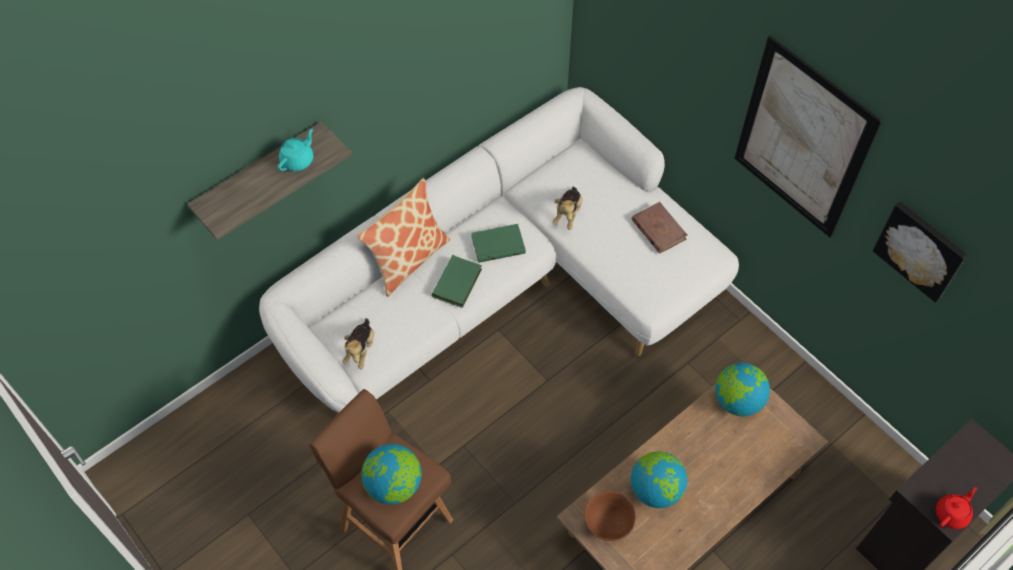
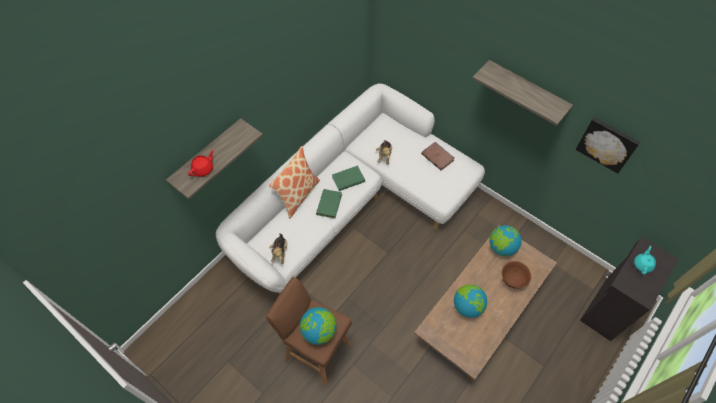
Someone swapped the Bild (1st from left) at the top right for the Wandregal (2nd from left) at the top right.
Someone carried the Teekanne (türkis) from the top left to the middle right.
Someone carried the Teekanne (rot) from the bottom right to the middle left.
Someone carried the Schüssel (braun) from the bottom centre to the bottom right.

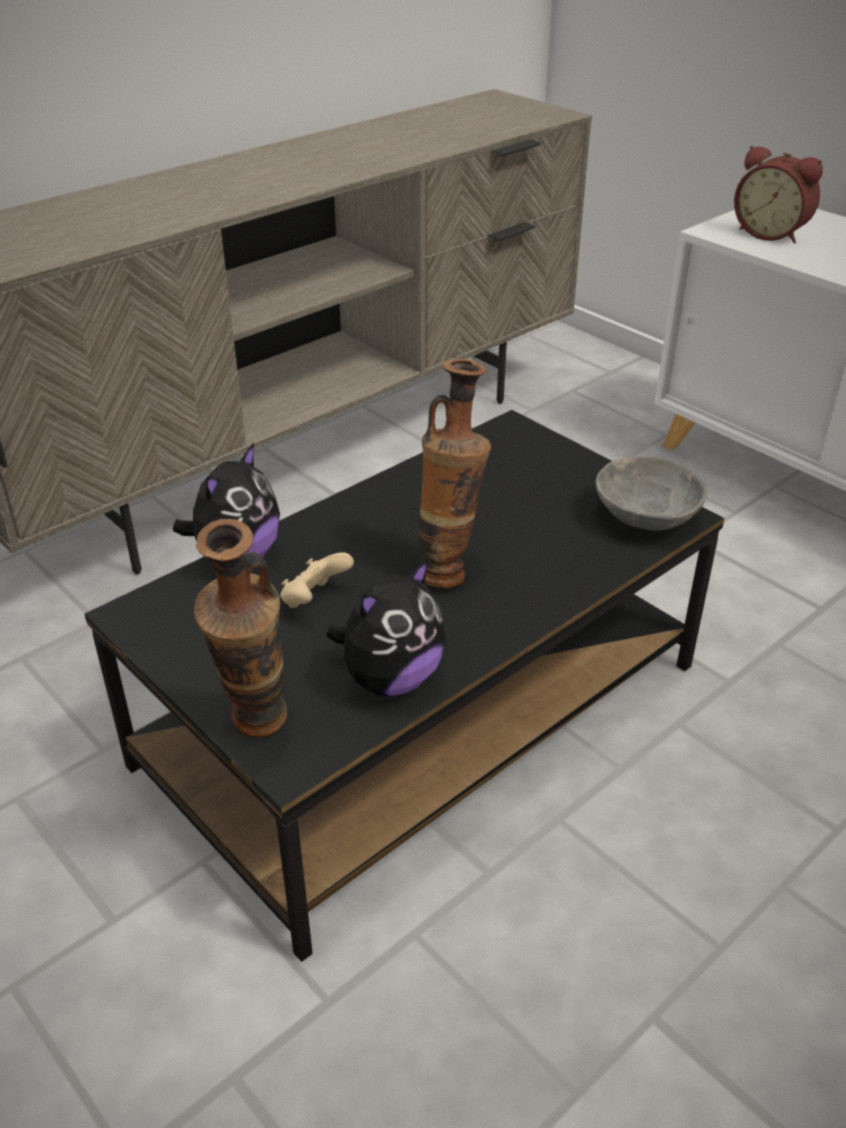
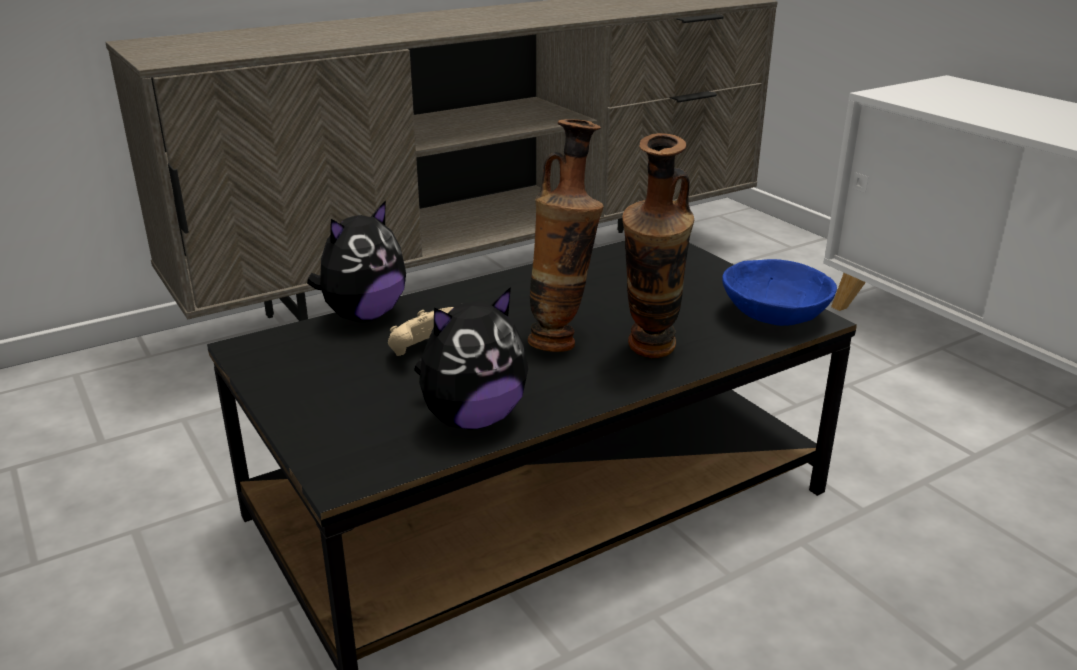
Someone took away the Wecker at the top right.
Someone repainted the Schüssel (grau) at the middle right, which became the Schüssel (blau) at the middle right.
Someone carried the Vase (1st from left in the first image) from the middle left to the centre.

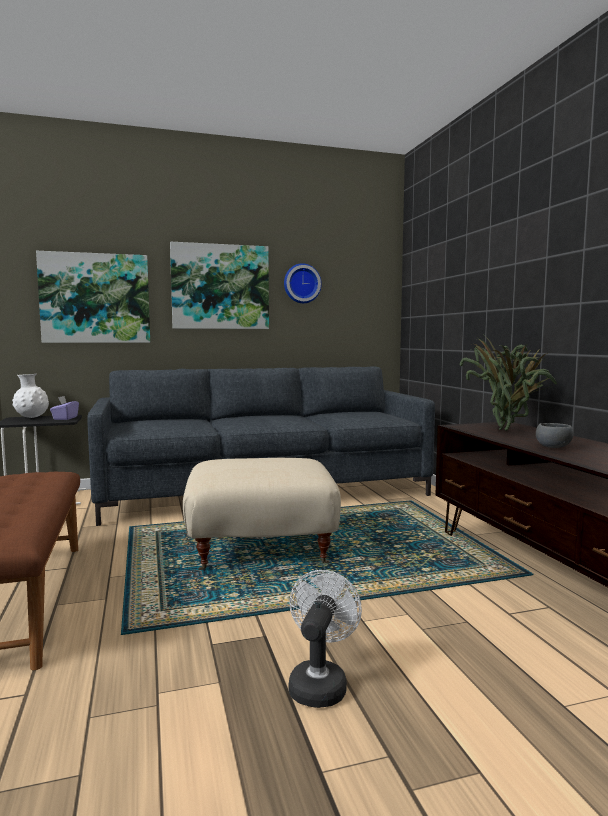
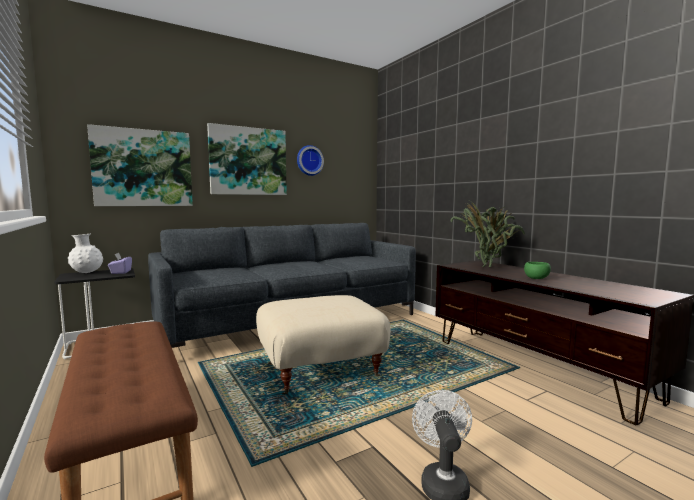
Someone repainted the Schüssel (grau) at the middle right, which became the Schüssel (grün) at the middle right.

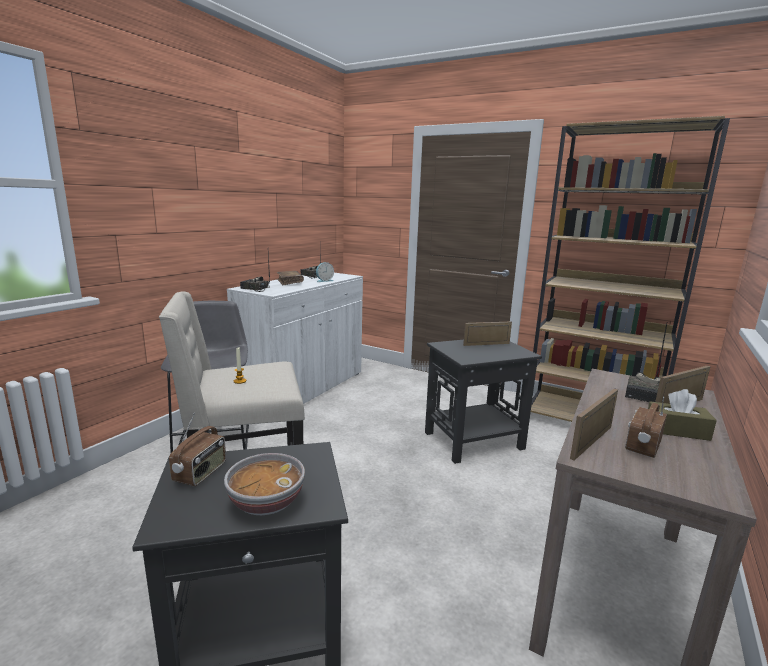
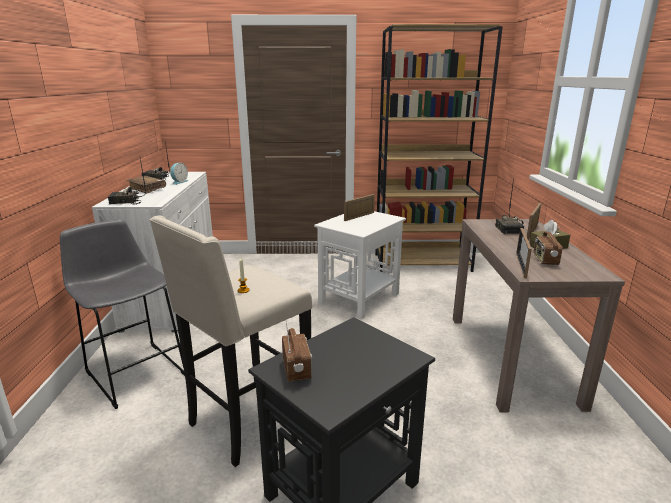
Someone repainted the Beistelltisch (schwarz) (2nd from left) at the centre, which became the Beistelltisch (weiß) at the centre.
Someone took away the Schüssel at the bottom centre.

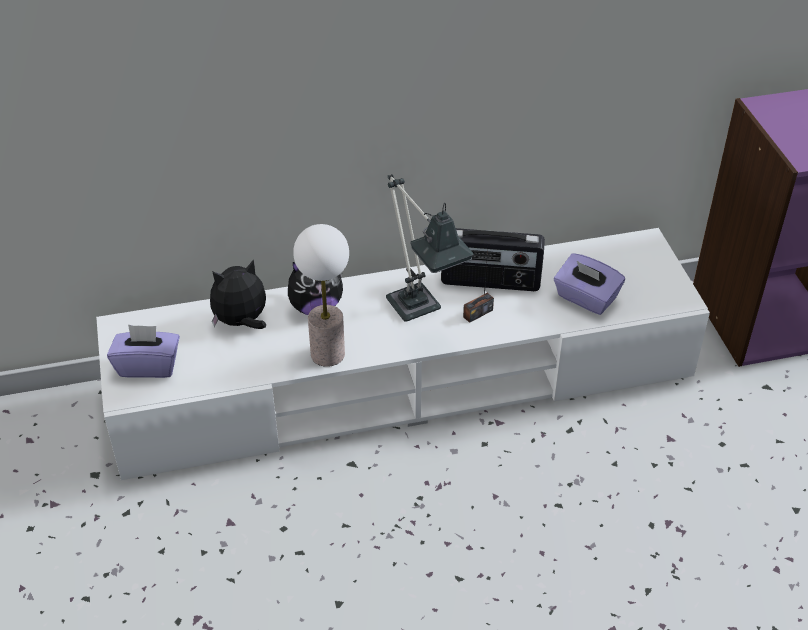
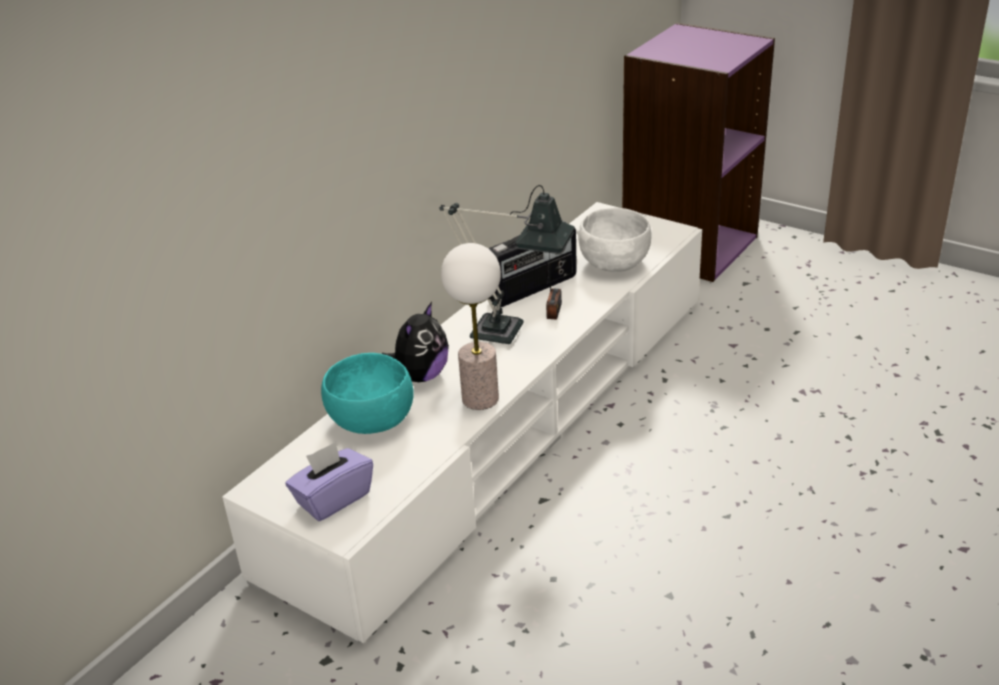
Someone swapped the Taschentuchbox (lila) (2nd from left) at the middle right for the Schüssel (weiß) at the centre.
Someone swapped the Plüschtier (1st from left) at the middle left for the Schüssel (türkis) at the centre.

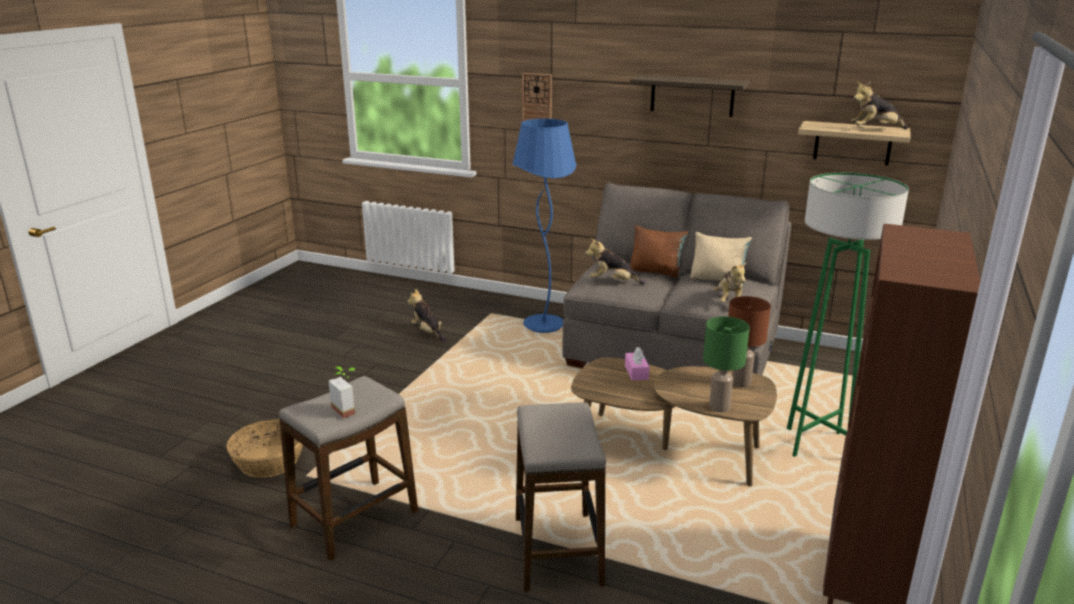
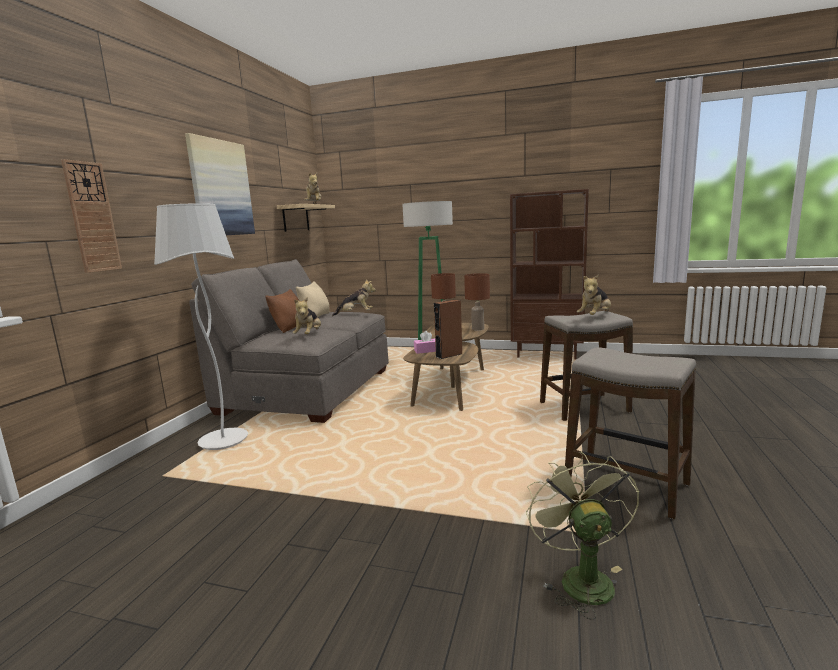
Someone swapped the Wandregal (1st from left) at the top centre for the Bild at the top left.
Someone repainted the Stehlampe (blau) at the centre, which became the Stehlampe (weiß) at the middle left.
Someone carried the Plüschtier (1st from left in the first image) from the centre to the middle right.
Someone repainted the Tischlampe (grün) at the middle right, which became the Tischlampe (braun) (2nd from left) at the centre.
Someone took away the Topfpflanze at the middle left.
Someone swapped the Korb at the bottom left for the Ventilator (grün) at the bottom right.
Someone put down the Lautsprecher (braun) at the centre.

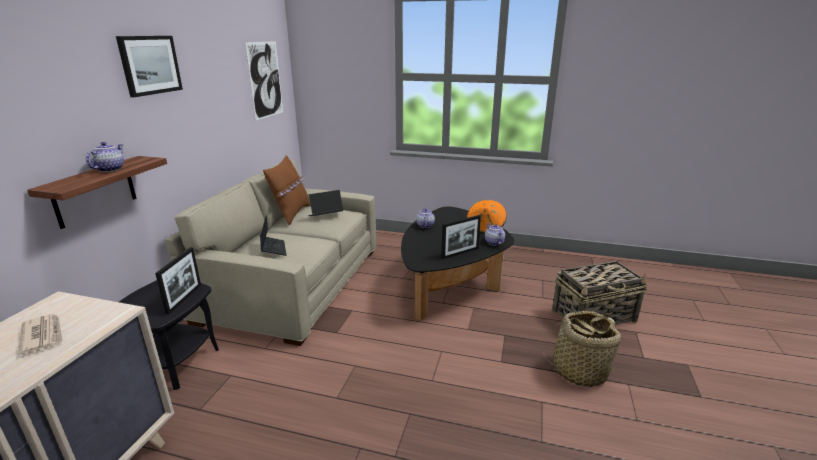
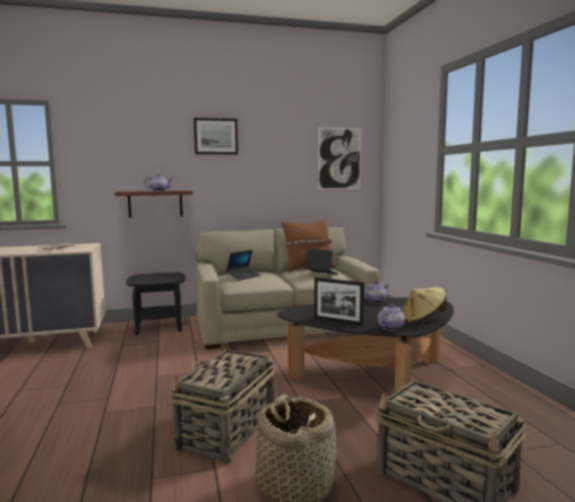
Someone repainted the Hut (orange) at the centre, which became the Hut (beige) at the middle right.
Someone took away the Bilderrahmen (1st from left) at the middle left.
Someone put down the Korb (1st from left) at the bottom centre.

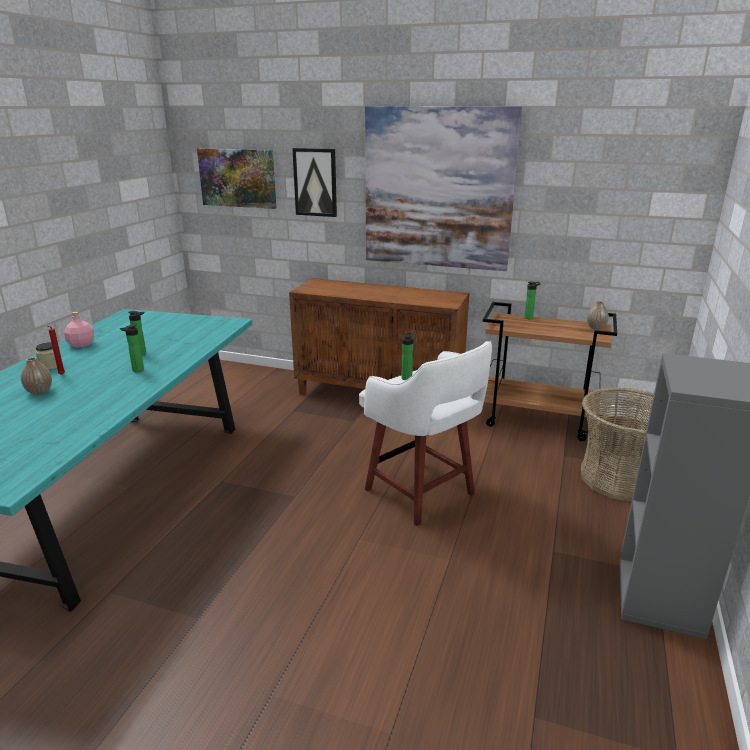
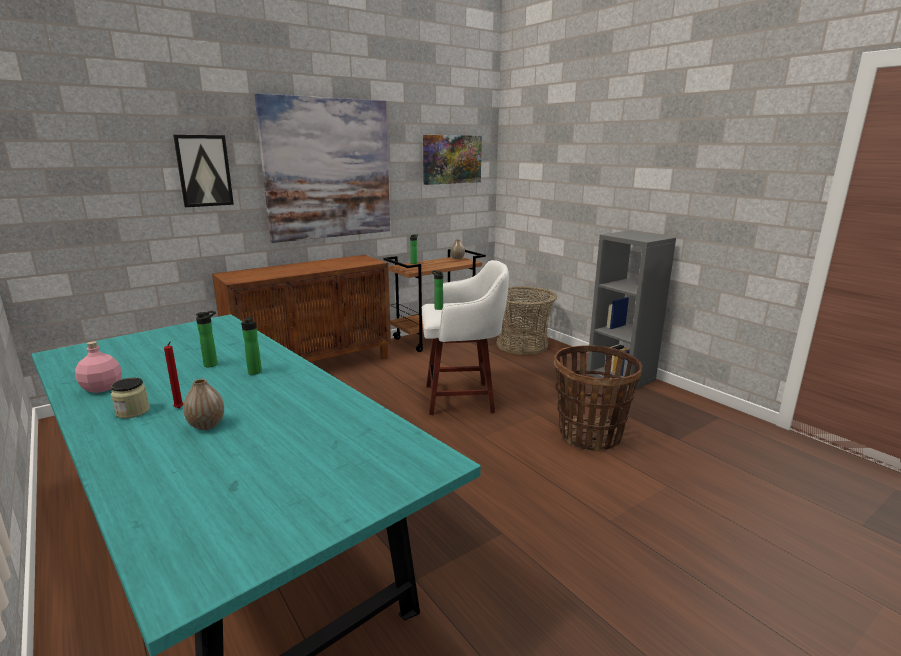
Someone carried the Bild (1st from left in the first image) from the top left to the top centre.
Someone put down the Korb (2nd from left) at the centre.

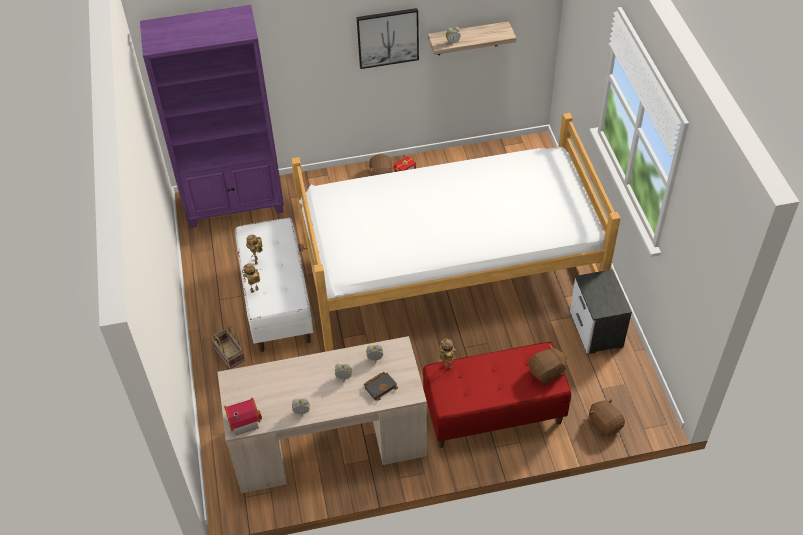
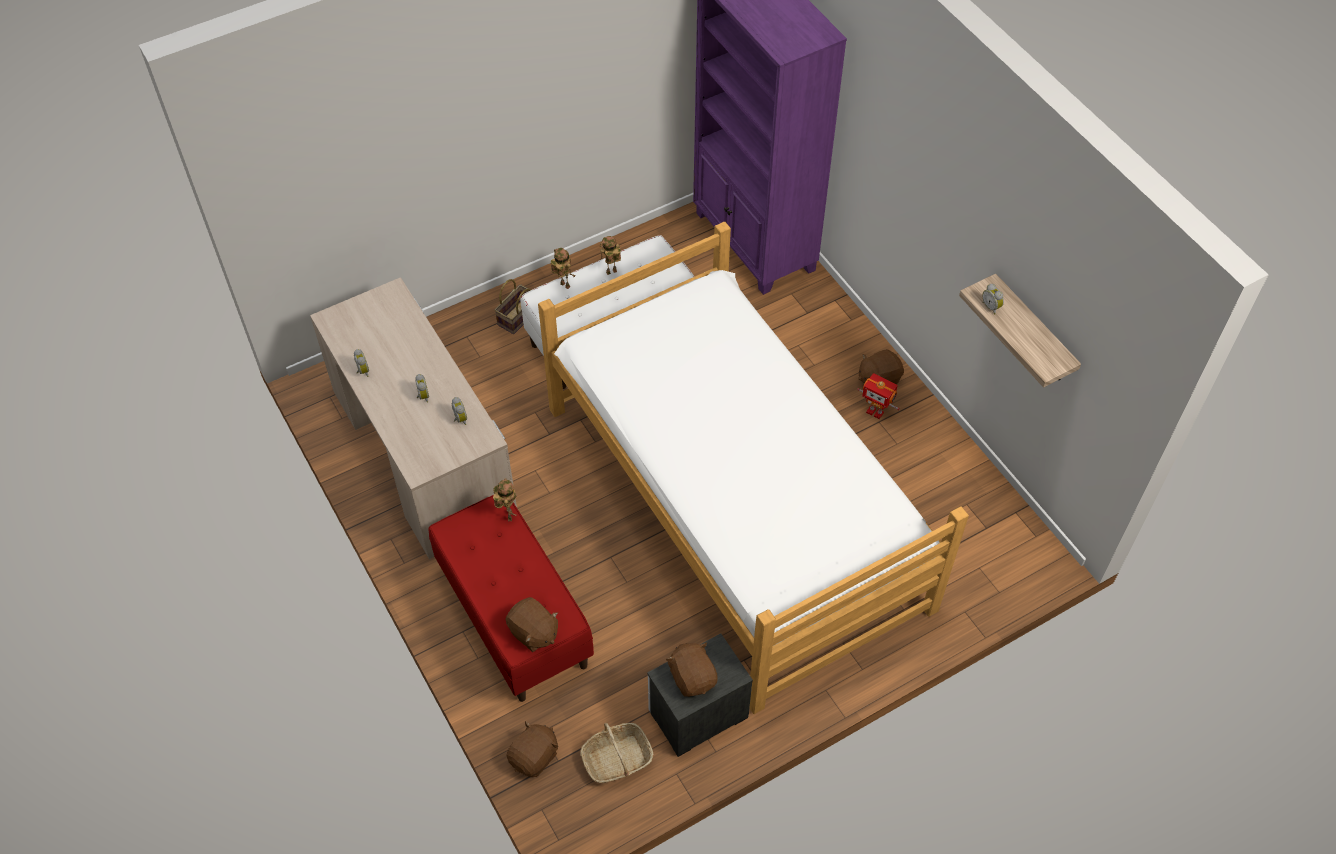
Someone took away the Bild at the top centre.
Someone took away the Buch (schwarz) at the bottom centre.
Someone took away the Spielzeughaus at the bottom left.
Someone put down the Plüschtier (braun) (3rd from left) at the bottom centre.
Someone put down the Korb (2nd from left) at the bottom centre.

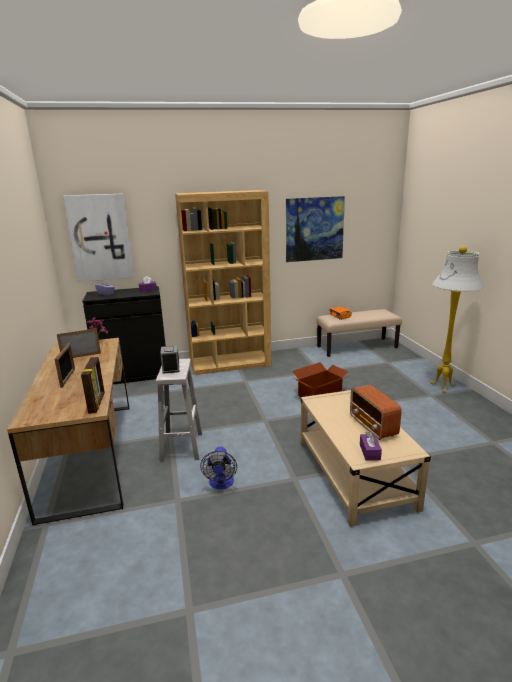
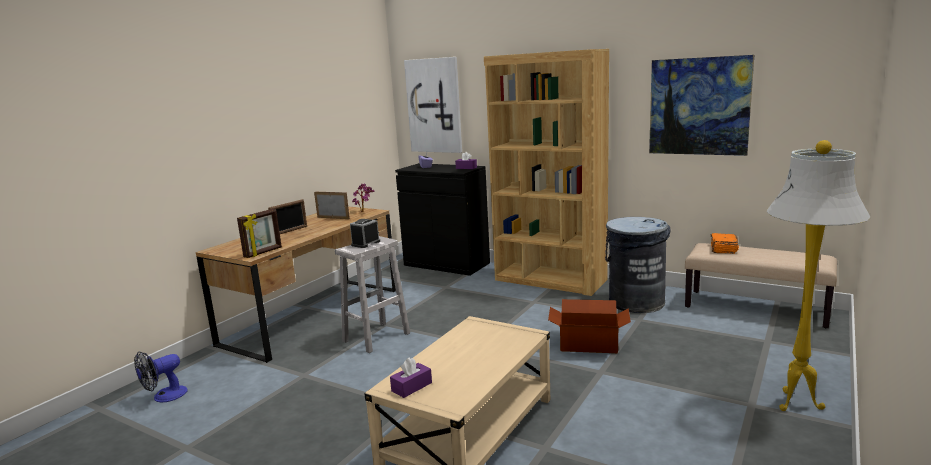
Someone took away the Radio at the middle right.
Someone carried the Ventilator from the bottom centre to the bottom left.
Someone put down the Mülleimer (grau) at the middle right.

